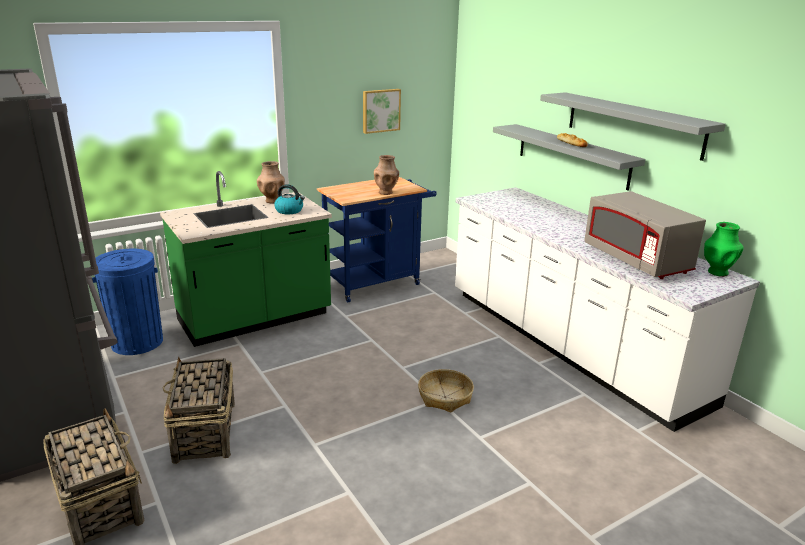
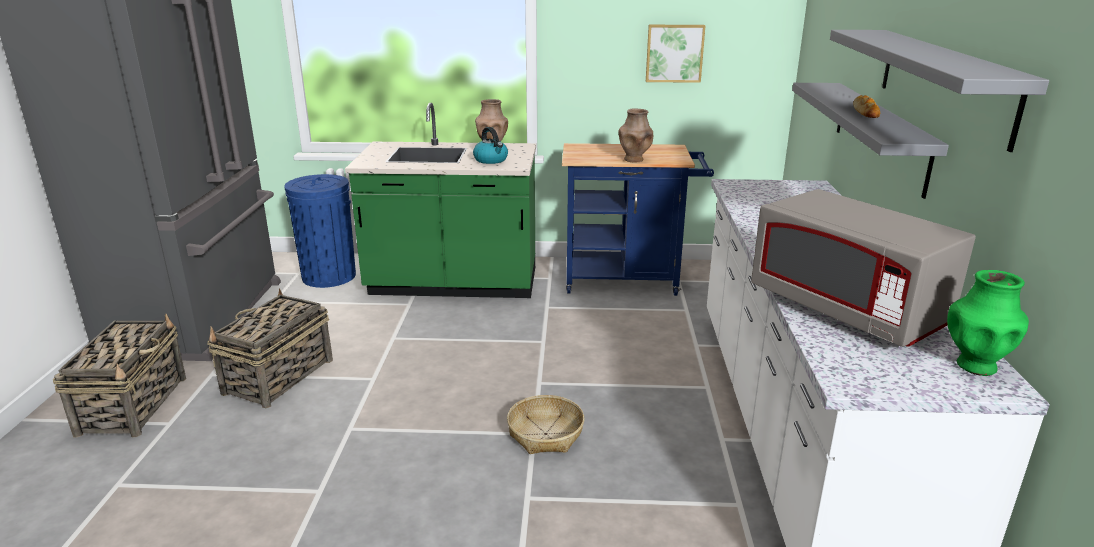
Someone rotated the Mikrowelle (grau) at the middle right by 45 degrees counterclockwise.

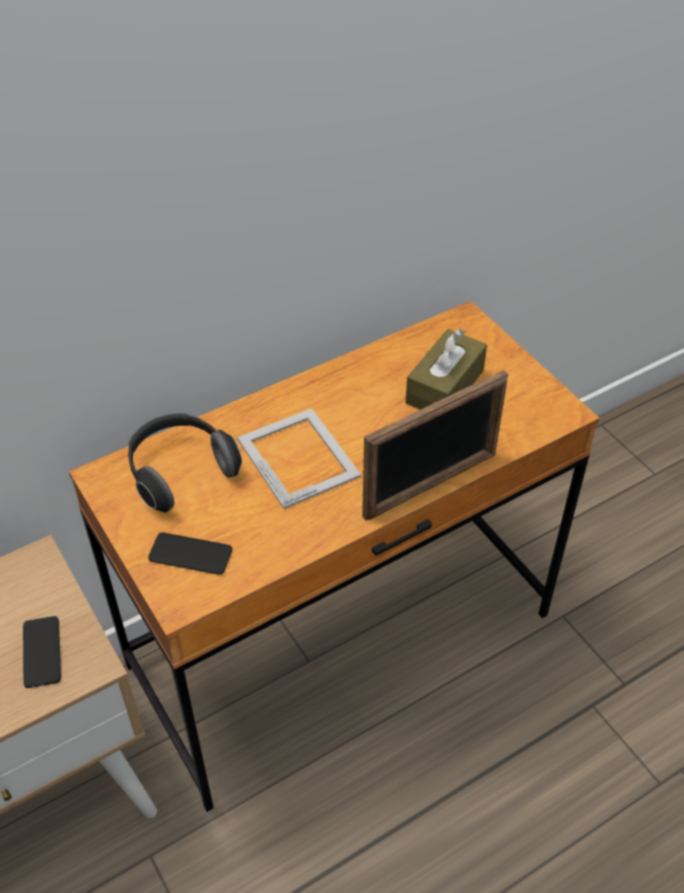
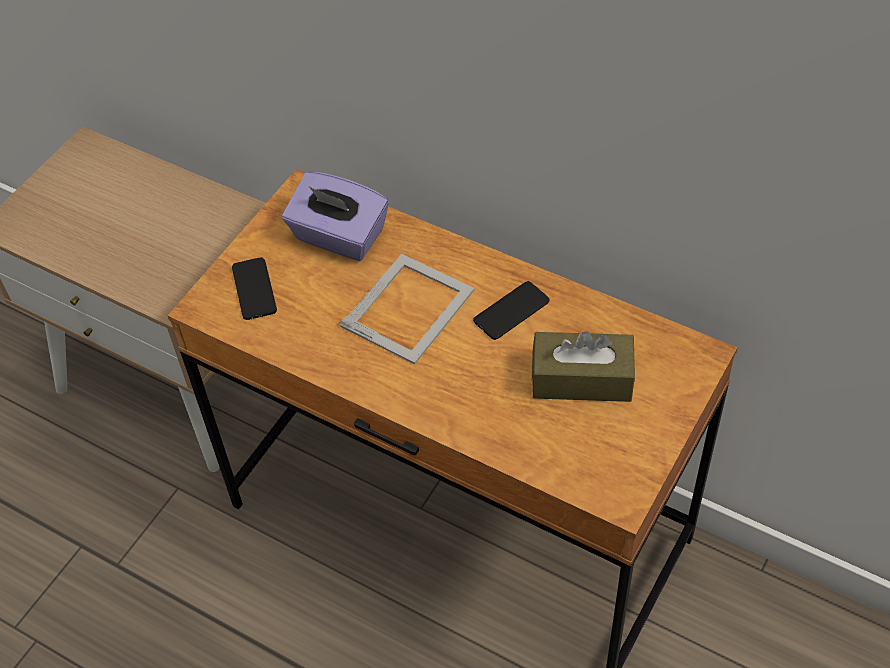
Someone took away the Bilderrahmen (2nd from left) at the centre.
Someone swapped the Kopfhörer at the middle left for the Taschentuchbox (lila) at the top centre.
Someone carried the Handy (1st from left in the first image) from the bottom left to the centre.

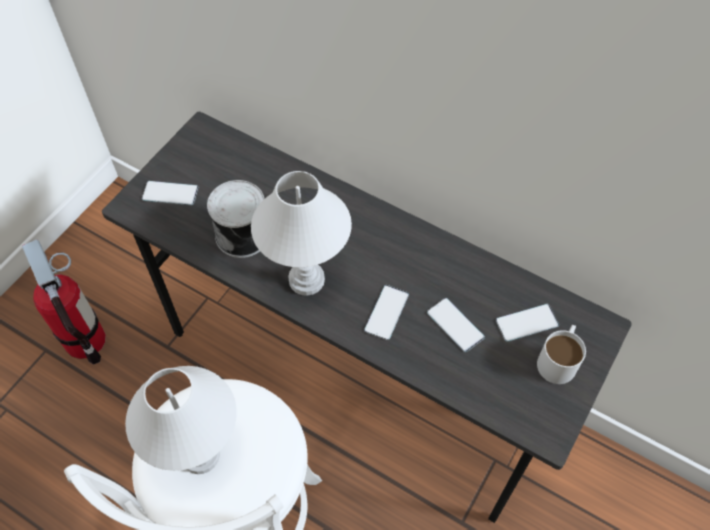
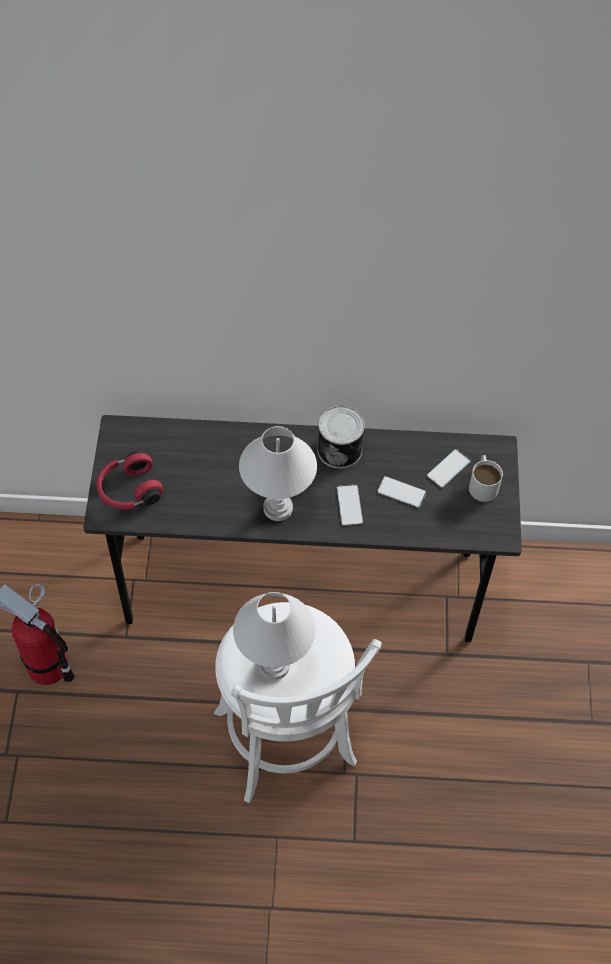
Someone carried the Dose from the middle left to the centre.
Someone swapped the Handy (1st from left) at the middle left for the Kopfhörer (rot) at the middle left.

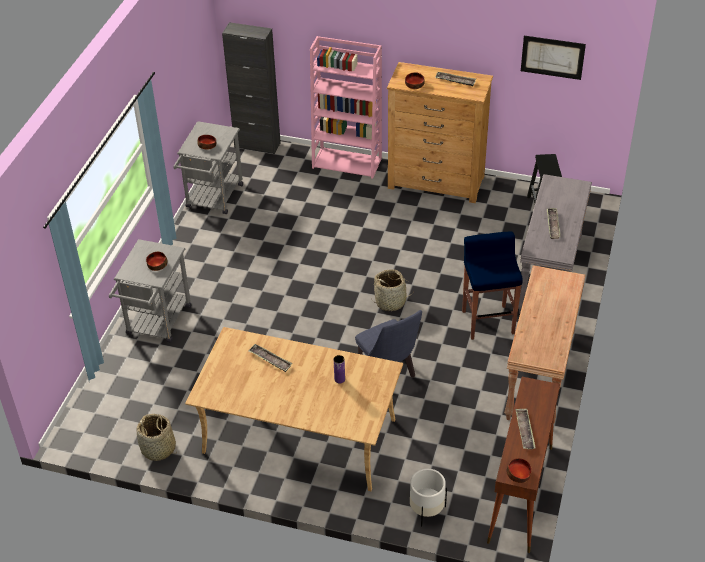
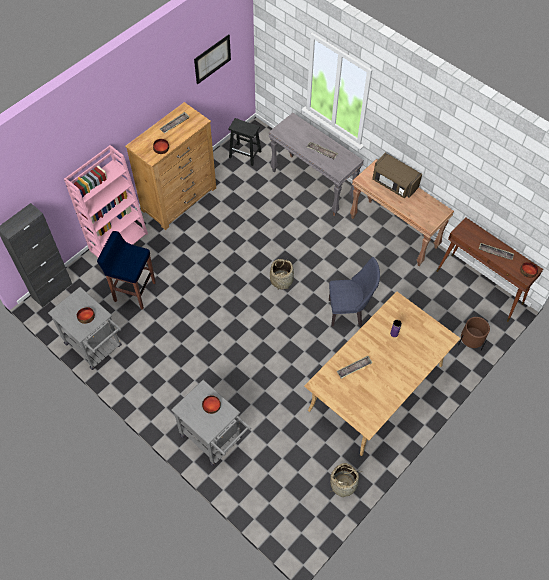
Someone carried the Hocker (blau) from the middle right to the middle left.
Someone repainted the Pflanzkübel (weiß) at the bottom centre, which became the Pflanzkübel (braun) at the middle right.
Someone put down the Mikrowelle (braun) at the top right.

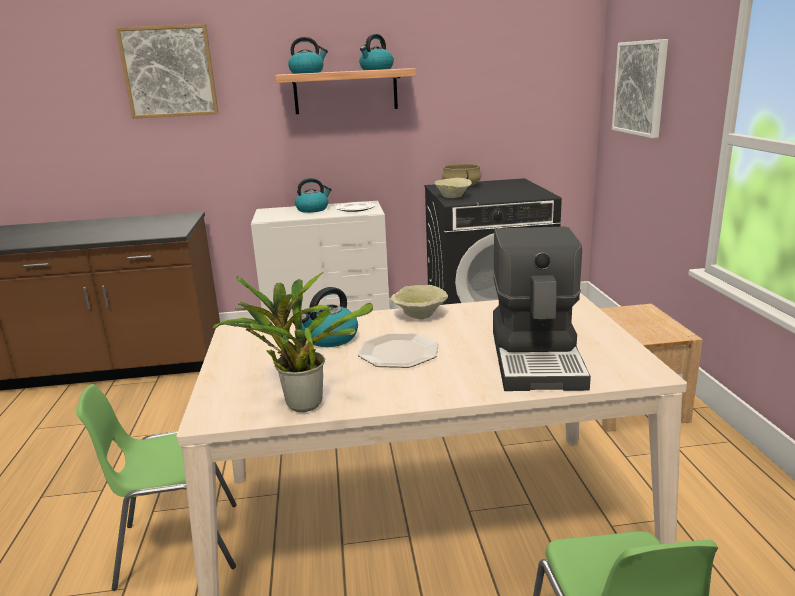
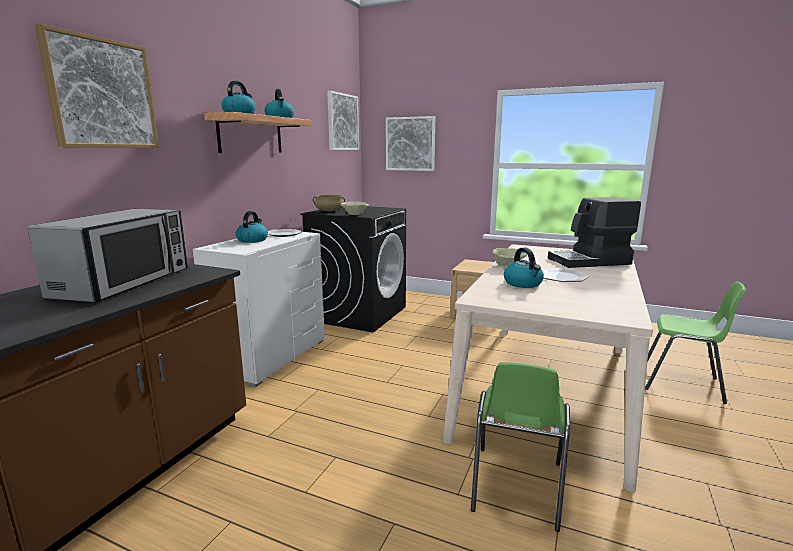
Someone rotated the Kaffeemaschine at the middle right by 135 degrees clockwise.
Someone took away the Topfpflanze at the centre.
Someone put up the Bild (2nd from left) at the top centre.
Someone put down the Mikrowelle at the middle left.

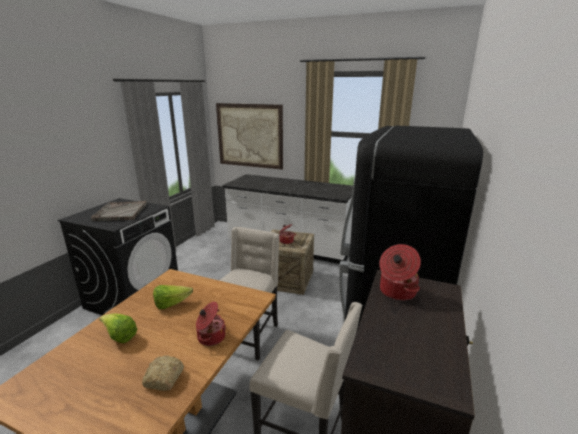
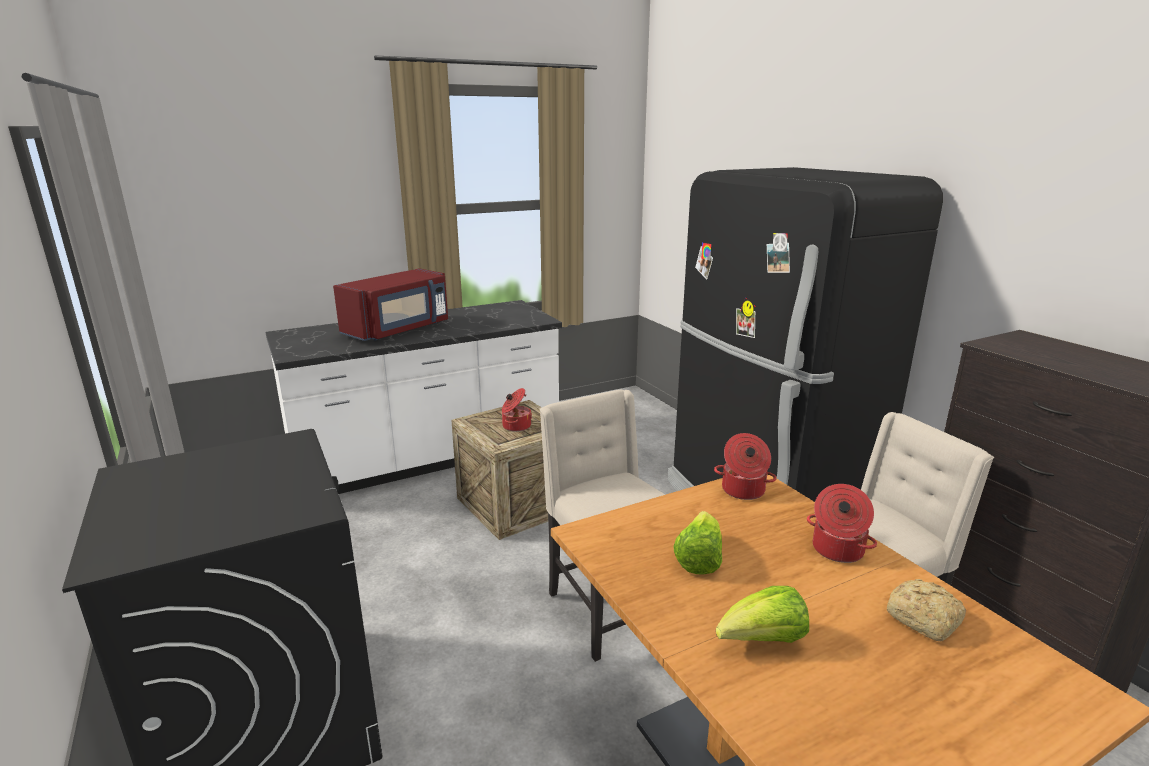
Someone took away the Bild at the top centre.
Someone took away the Tablett (grau) at the middle left.
Someone carried the Kochtopf (3rd from left in the first image) from the middle right to the centre.
Someone put down the Mikrowelle (rot) at the centre.

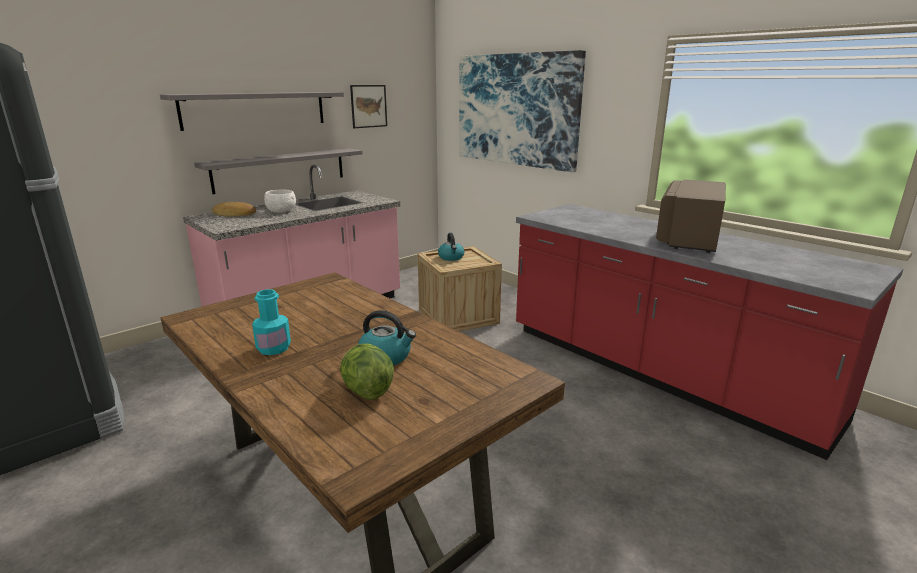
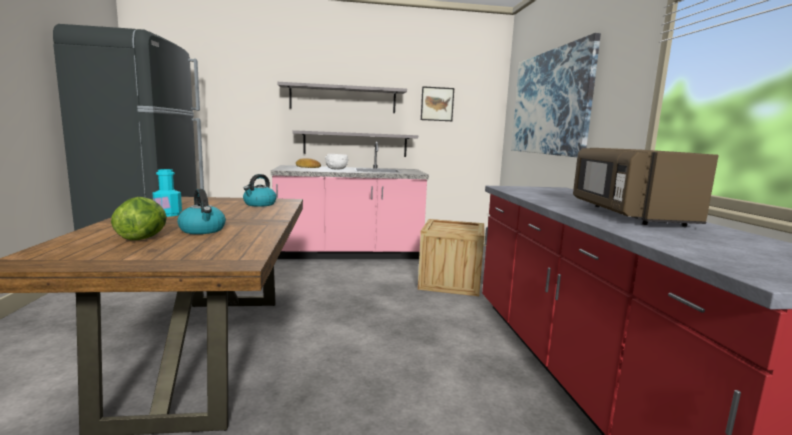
Someone rotated the Mikrowelle (braun) at the middle right by 60 degrees counterclockwise.
Someone carried the Wasserkessel (2nd from left) from the centre to the middle left.

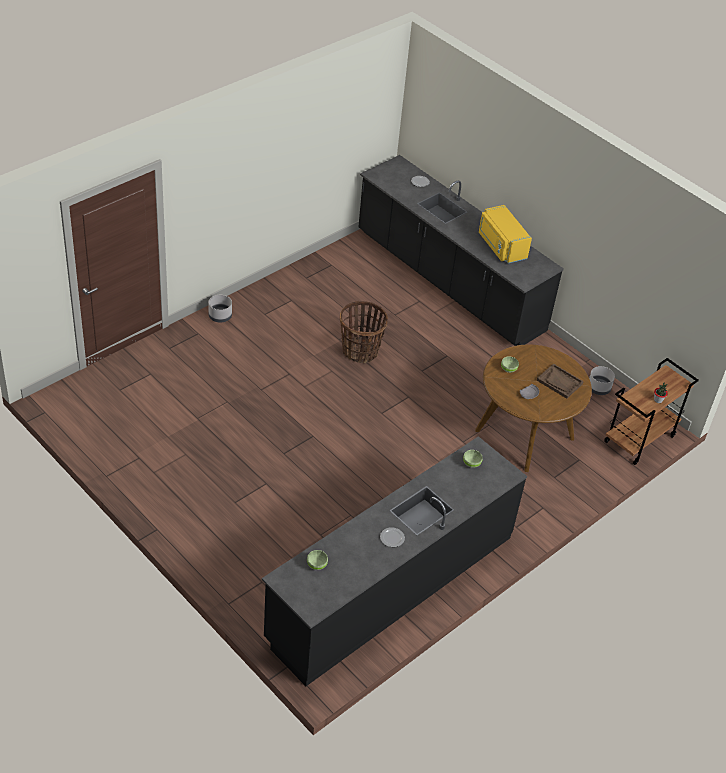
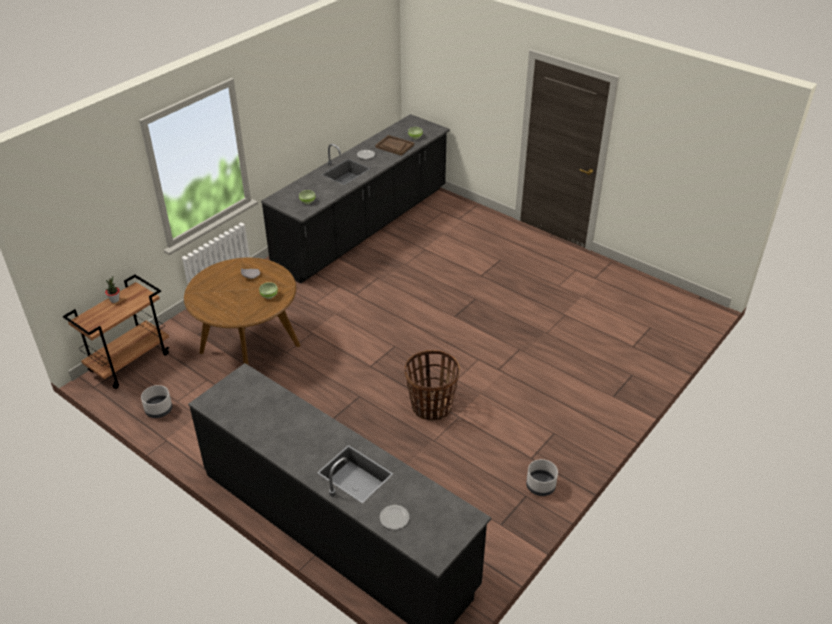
Someone took away the Mikrowelle (gelb) at the top right.
Someone carried the Pflanzkübel (grau) (1st from left in the first image) from the middle left to the bottom centre.
Someone carried the Tablett (braun) from the middle right to the top centre.

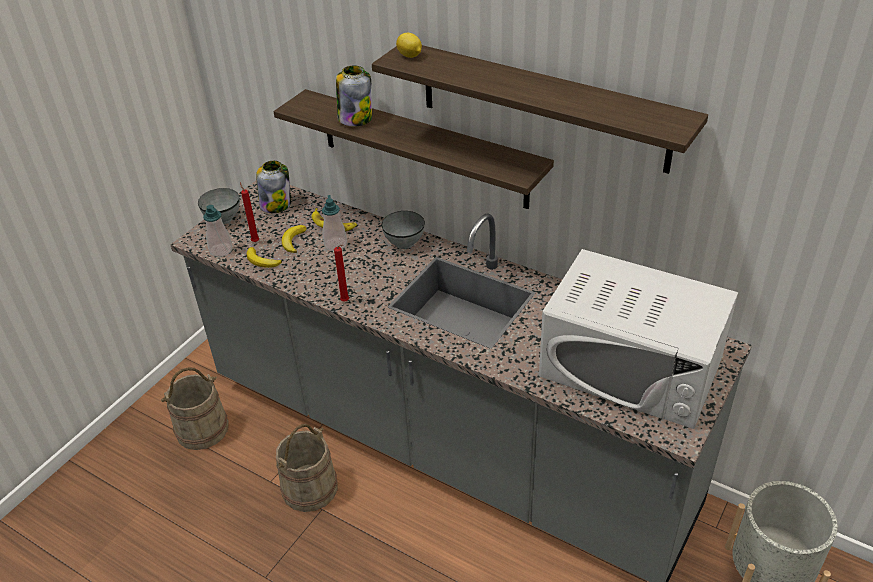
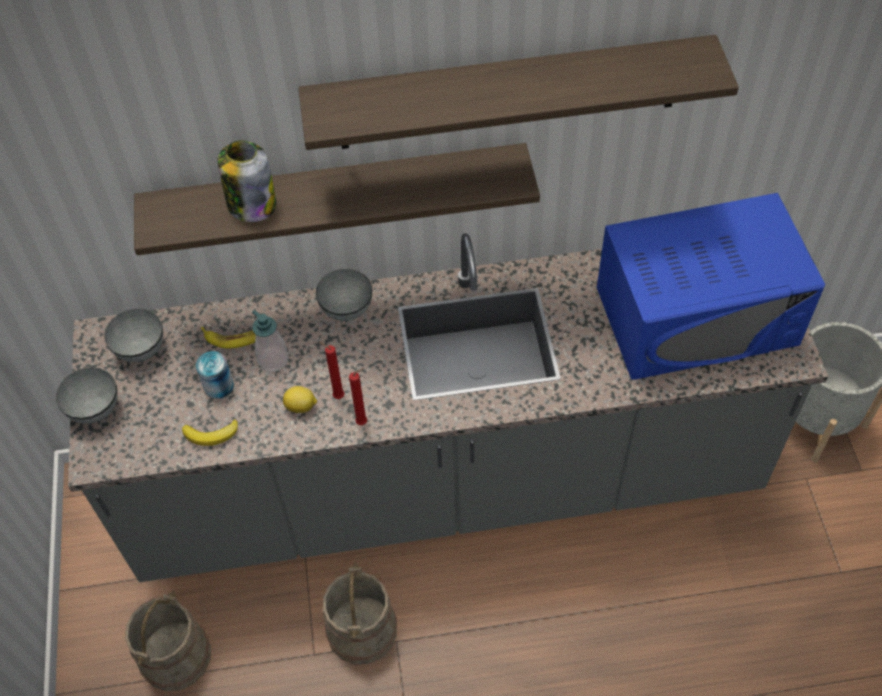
Someone carried the Zitrone from the top centre to the centre.
Someone swapped the Vorratsglas (1st from left) at the top left for the Schüssel (grau) (2nd from left) at the middle left.
Someone carried the Kerze (rot) (1st from left) from the middle left to the centre.
Someone took away the Seifenspender (1st from left) at the middle left.
Someone swapped the Banane (2nd from left) at the centre for the Dose at the middle left.
Someone repainted the Mikrowelle (weiß) at the middle right, which became the Mikrowelle (blau) at the middle right.

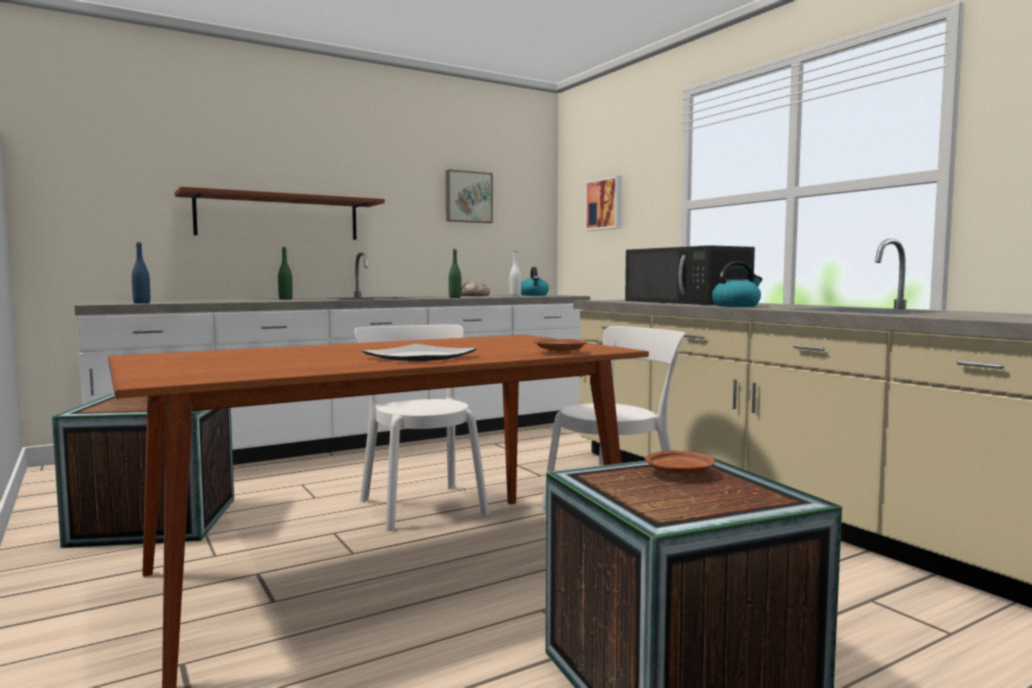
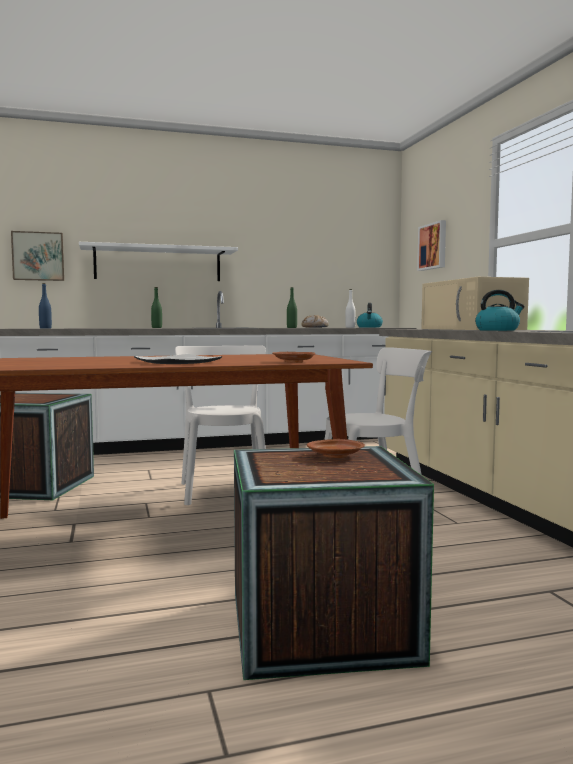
Someone carried the Bild (1st from left) from the top centre to the middle left.
Someone repainted the Wandregal (braun) at the top left, which became the Wandregal (weiß) at the middle left.
Someone repainted the Mikrowelle (schwarz) at the middle right, which became the Mikrowelle (beige) at the middle right.

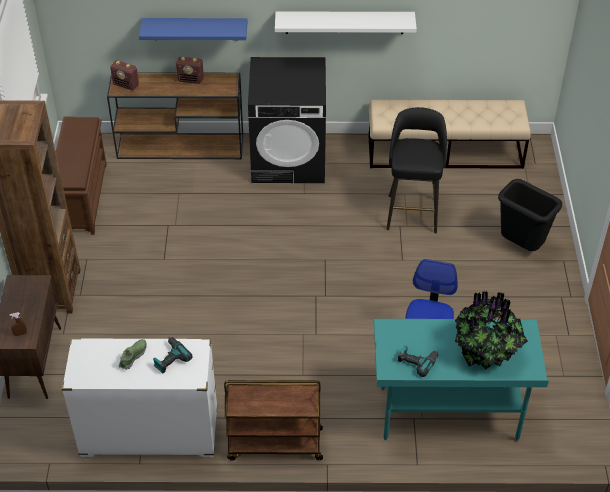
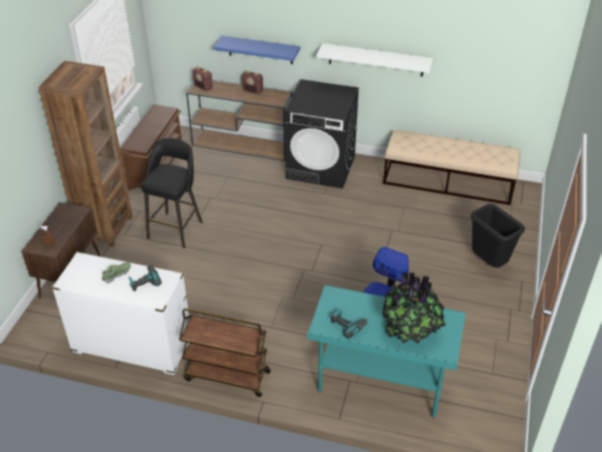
Someone carried the Hocker (schwarz) from the middle right to the middle left.

